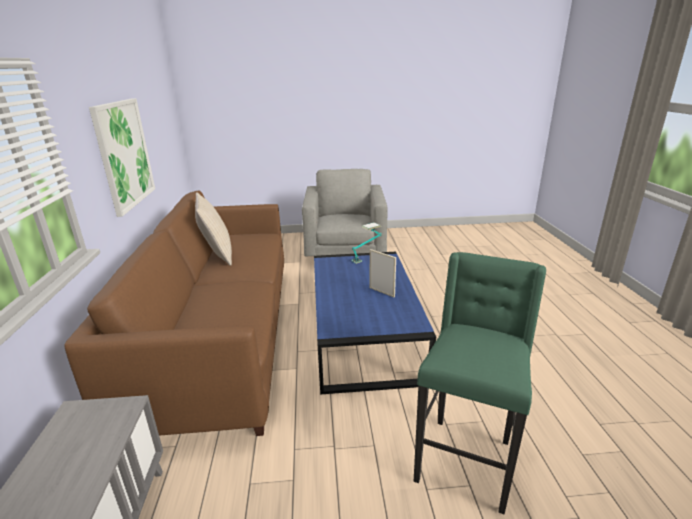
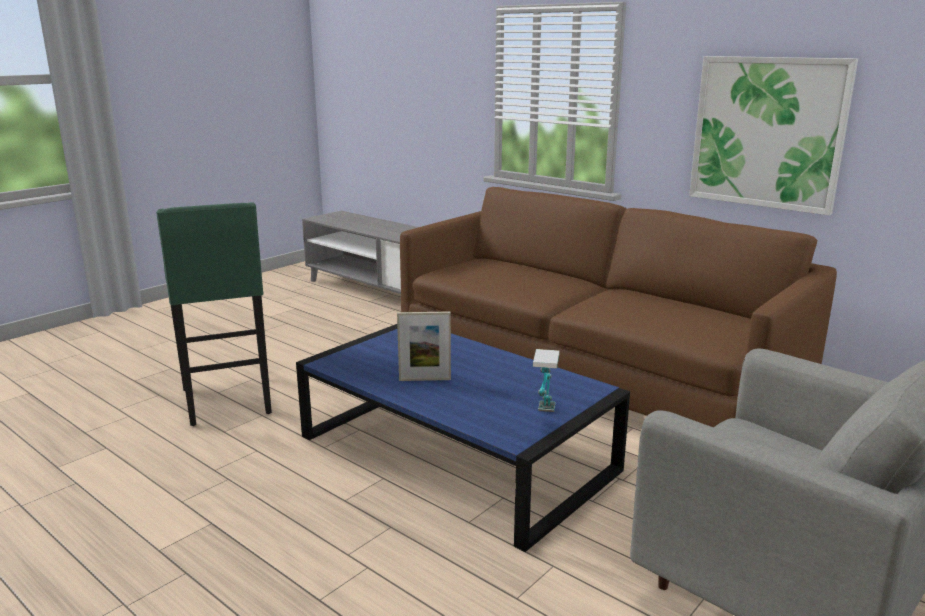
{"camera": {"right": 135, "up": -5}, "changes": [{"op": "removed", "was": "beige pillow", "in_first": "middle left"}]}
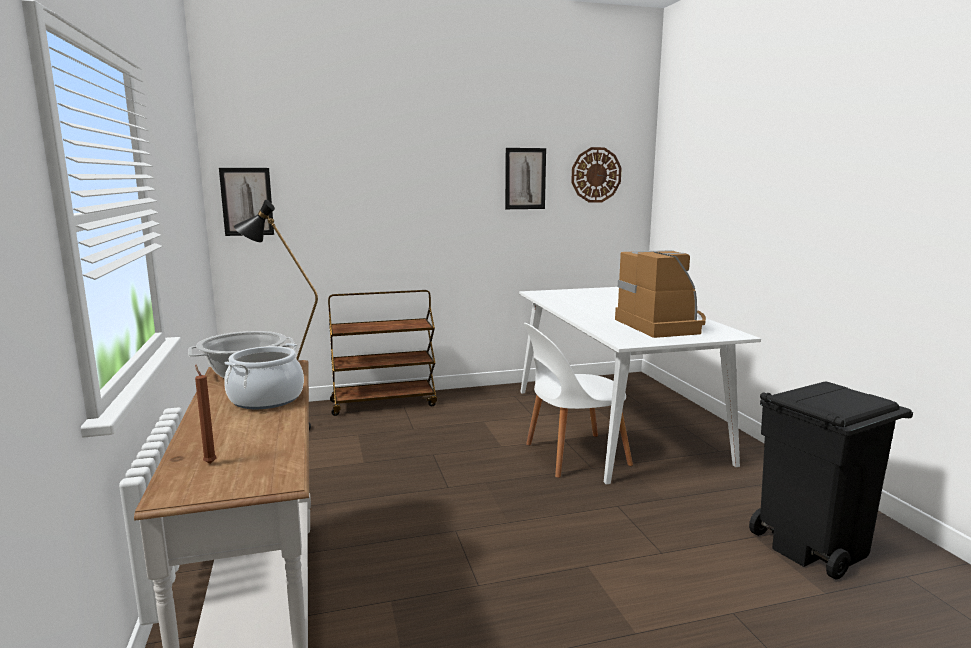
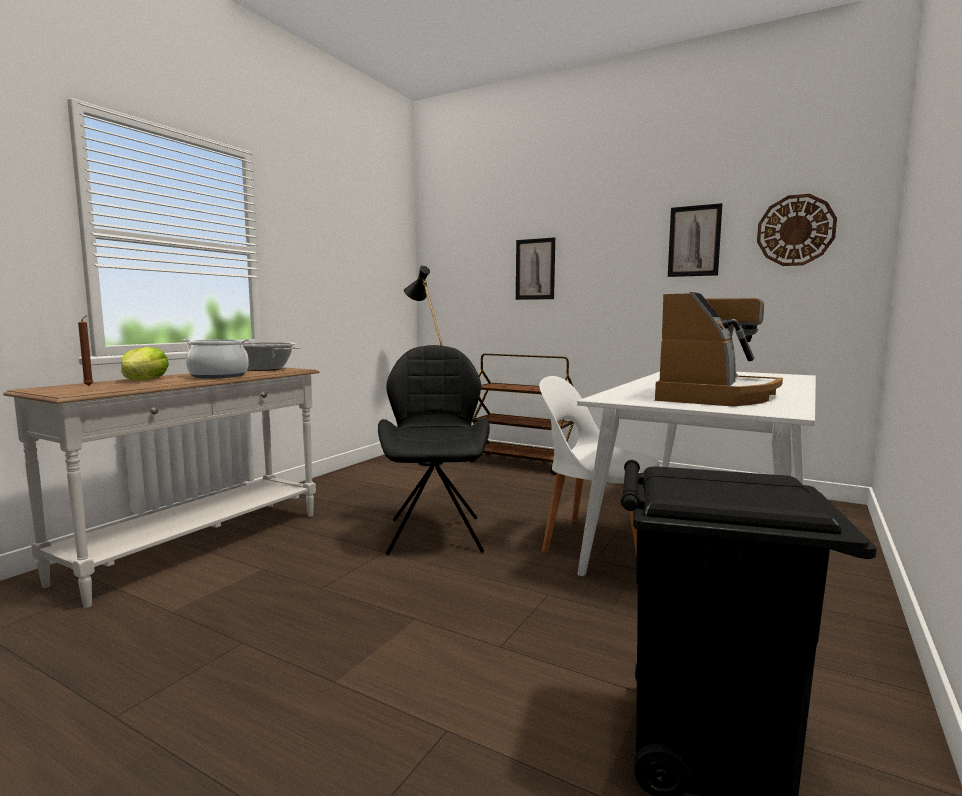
{"camera": {"right": 45, "up": -5}, "changes": [{"op": "added", "now": "lettuce", "in_second": "middle left"}, {"op": "added", "now": "black chair", "in_second": "centre"}, {"op": "moved", "was": "picture (1st from left)", "in_first": "top left", "in_second": "centre"}]}
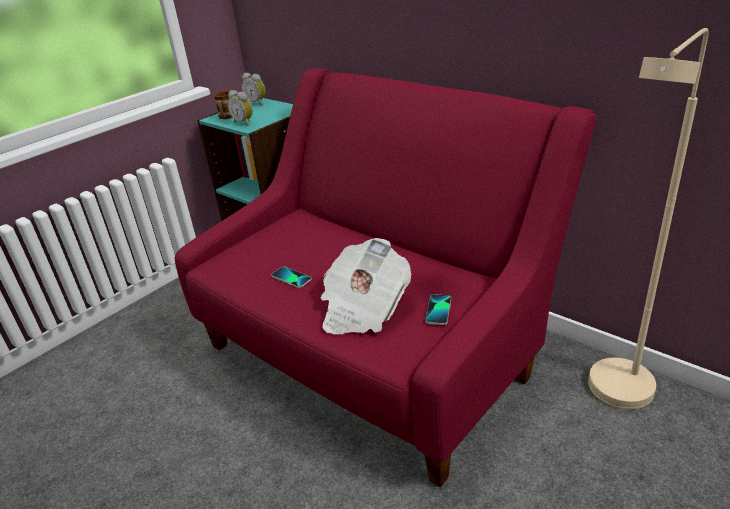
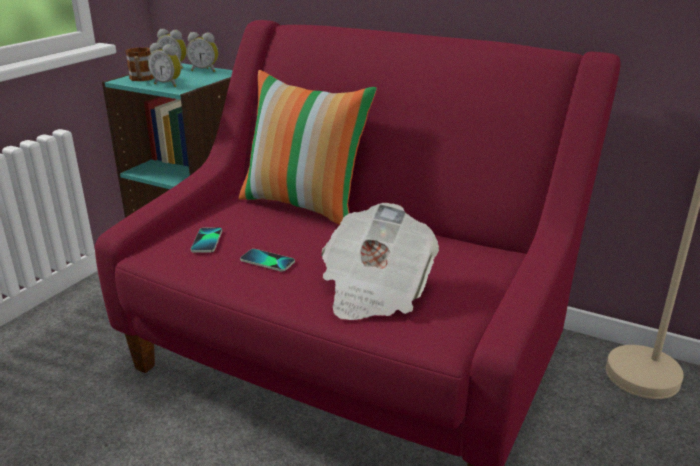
{"camera": {"right": -15, "up": -5}, "changes": [{"op": "added", "now": "alarm clock (3rd from left)", "in_second": "top left"}, {"op": "added", "now": "pillow", "in_second": "top centre"}, {"op": "moved", "was": "phone (2nd from left in the first image)", "now": "phone (1st from left)", "in_first": "centre", "in_second": "middle left"}]}
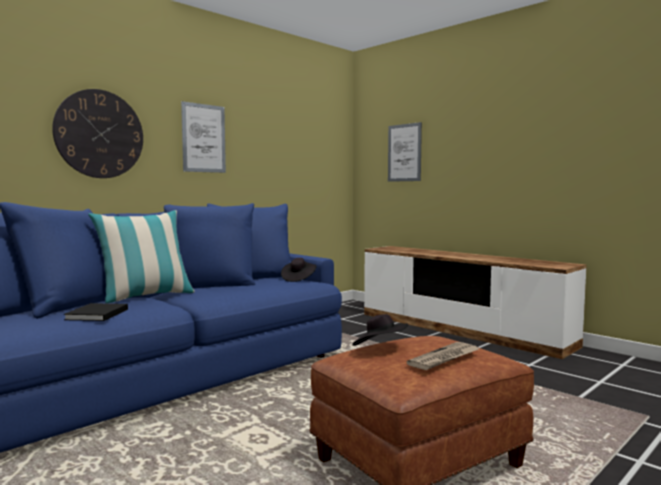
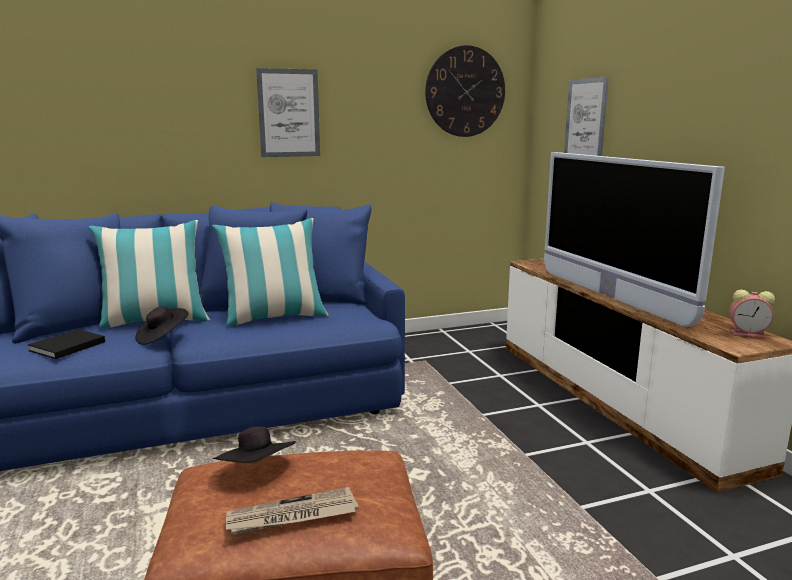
{"camera": {"right": 25, "up": 10}, "changes": [{"op": "added", "now": "pillow (2nd from left)", "in_second": "centre"}, {"op": "added", "now": "television", "in_second": "middle right"}, {"op": "added", "now": "alarm clock", "in_second": "middle right"}, {"op": "moved", "was": "wall clock", "in_first": "top left", "in_second": "top centre"}, {"op": "moved", "was": "black hat (1st from left)", "in_first": "centre", "in_second": "middle left"}]}
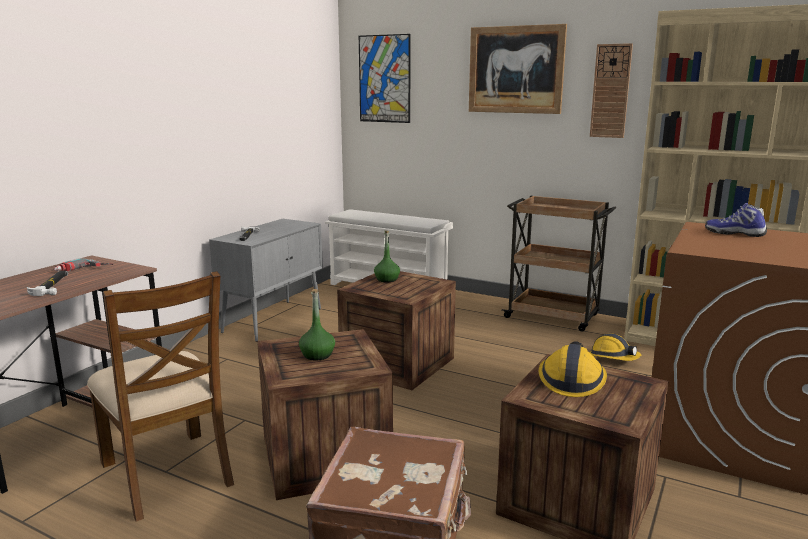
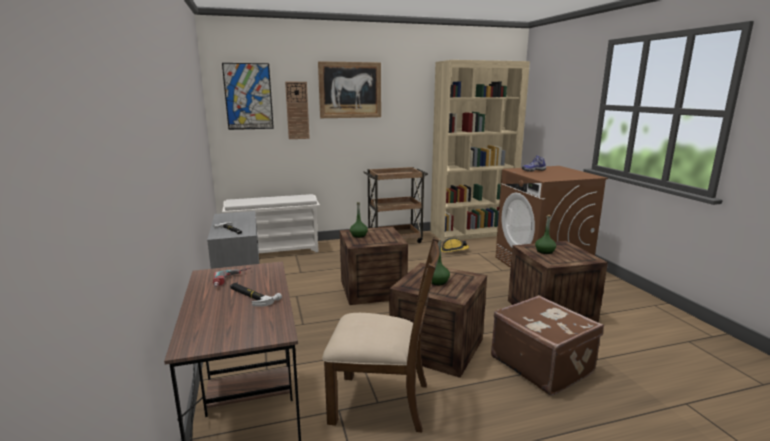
{"camera": {"right": -45, "up": 0}, "changes": [{"op": "moved", "was": "wall clock", "in_first": "top right", "in_second": "top centre"}, {"op": "replaced", "was": "hard hat (1st from left)", "now": "green bottle (3rd from left)", "in_first": "bottom right", "in_second": "middle right"}]}
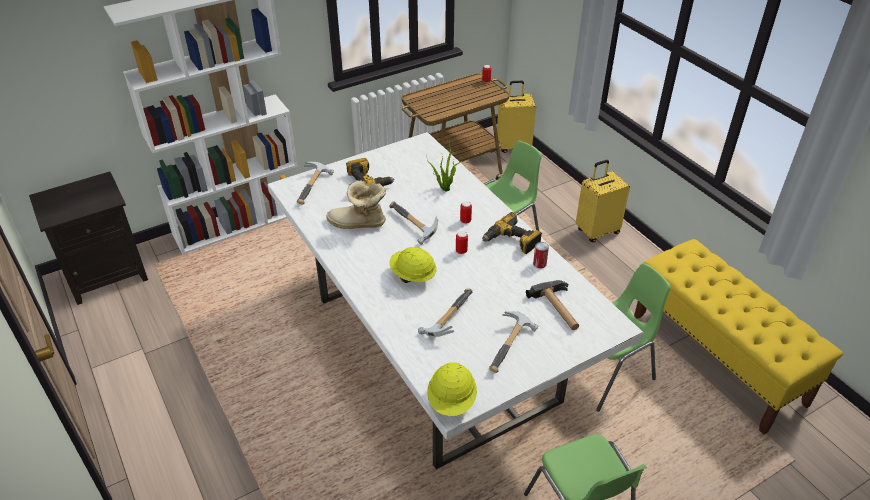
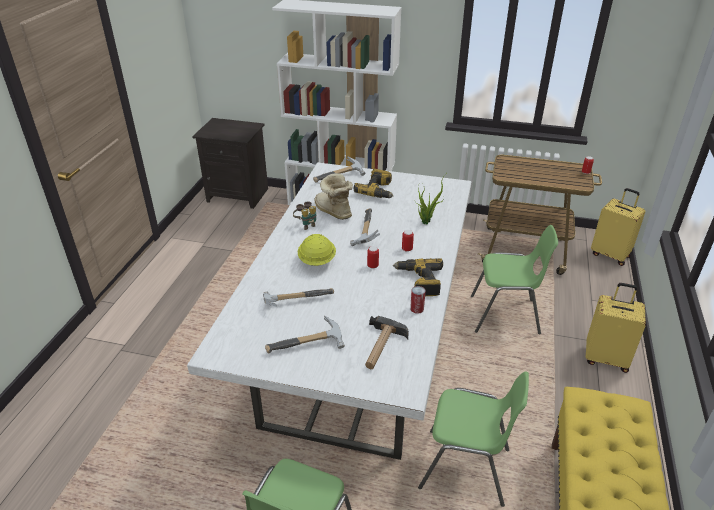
{"camera": {"right": 45, "up": -5}, "changes": [{"op": "removed", "was": "yellow hard hat (2nd from left)", "in_first": "bottom centre"}, {"op": "added", "now": "binoculars", "in_second": "centre"}]}
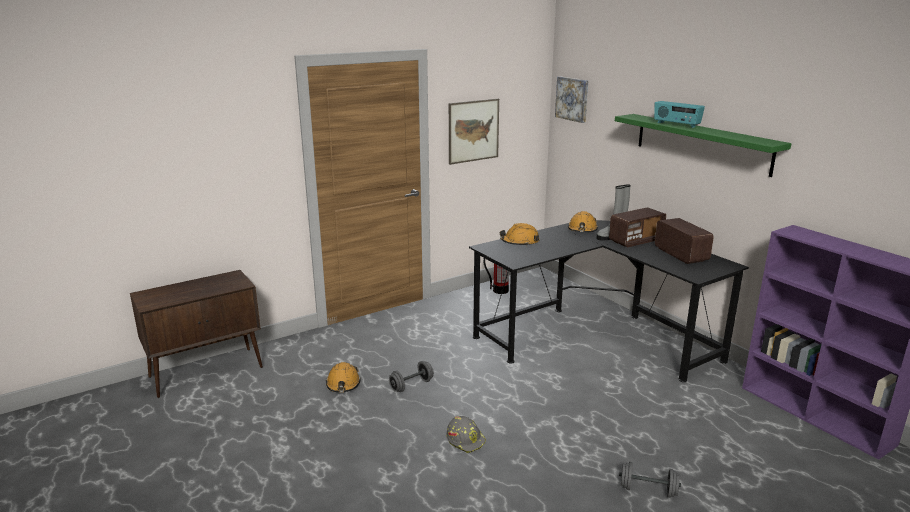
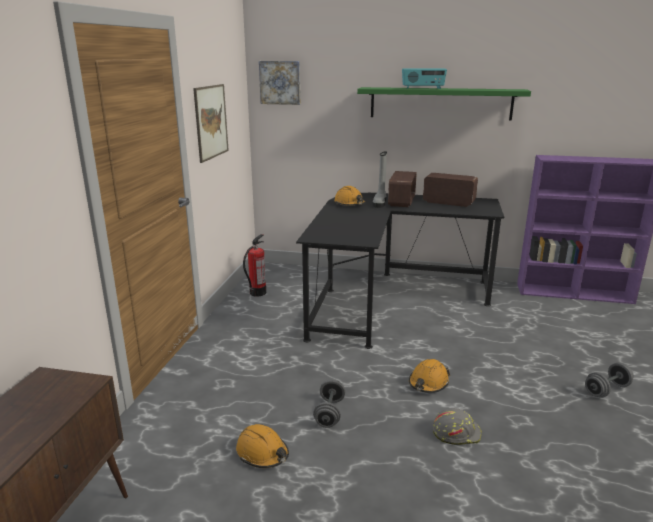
{"camera": {"right": -45, "up": 0}, "changes": [{"op": "moved", "was": "orange hard hat (2nd from left in the first image)", "now": "orange hard hat (3rd from left)", "in_first": "centre", "in_second": "bottom centre"}]}
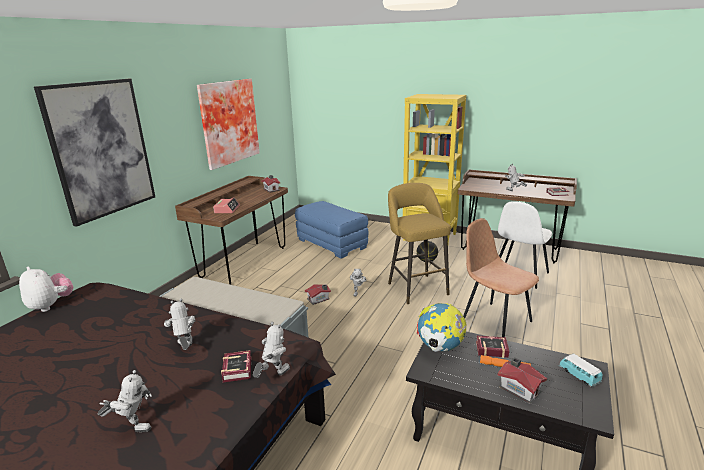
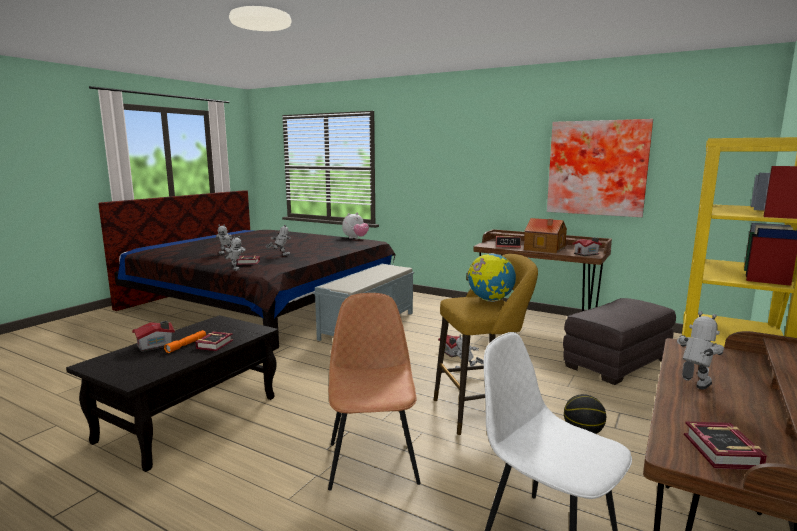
{"camera": {"right": 95, "up": -10}, "changes": [{"op": "removed", "was": "picture (1st from left)", "in_first": "top left"}, {"op": "removed", "was": "toy car", "in_first": "bottom right"}, {"op": "added", "now": "toy house (3rd from left)", "in_second": "middle right"}, {"op": "moved", "was": "globe", "in_first": "bottom centre", "in_second": "centre"}, {"op": "recoloured", "was": "blue ottoman", "now": "grey ottoman", "in_first": "centre", "in_second": "middle right"}, {"op": "turned", "was": "brown chair", "in_first": "middle right", "in_second": "bottom centre", "clockwise": -60}]}
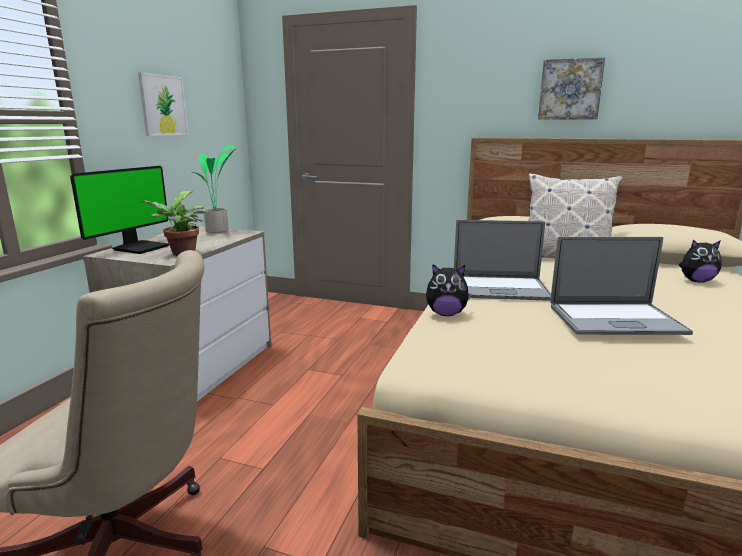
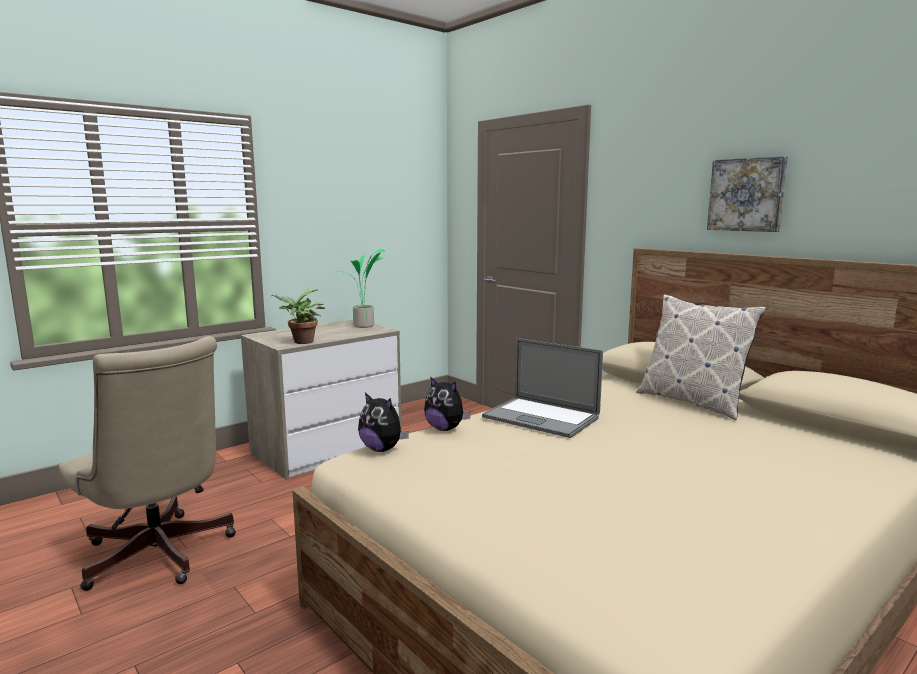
{"camera": {"right": 30, "up": -5}, "changes": [{"op": "removed", "was": "monitor", "in_first": "middle left"}, {"op": "removed", "was": "picture (1st from left)", "in_first": "top left"}, {"op": "removed", "was": "laptop (2nd from left)", "in_first": "middle right"}, {"op": "moved", "was": "plush toy (2nd from left in the first image)", "now": "plush toy (1st from left)", "in_first": "middle right", "in_second": "centre"}]}
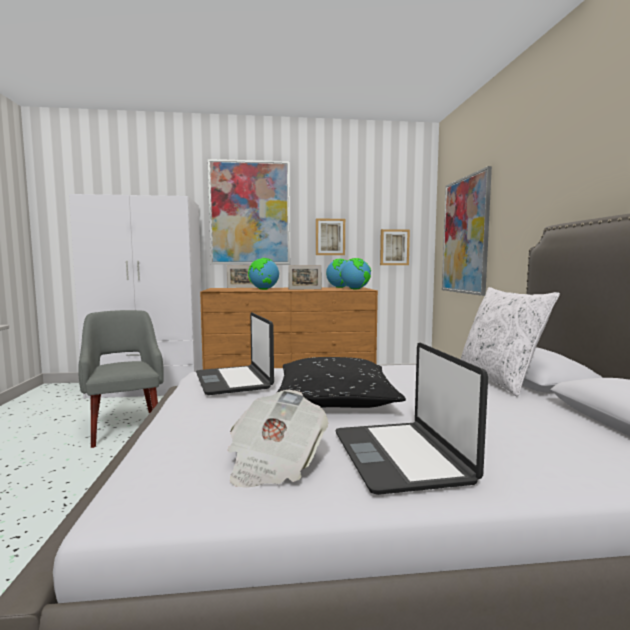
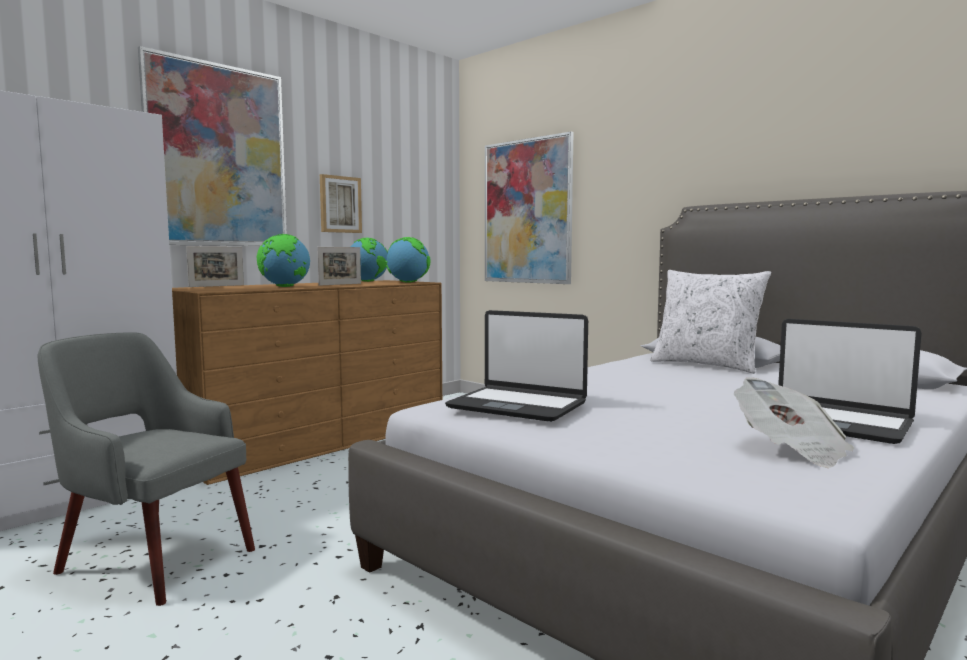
{"camera": {"right": -40, "up": 0}, "changes": [{"op": "removed", "was": "black pillow", "in_first": "centre"}, {"op": "removed", "was": "picture (3rd from left)", "in_first": "centre"}]}
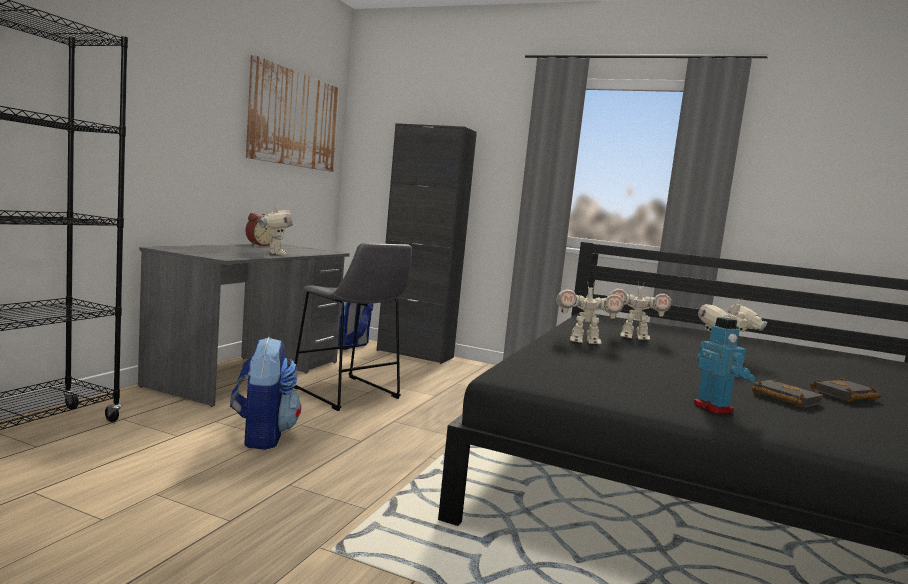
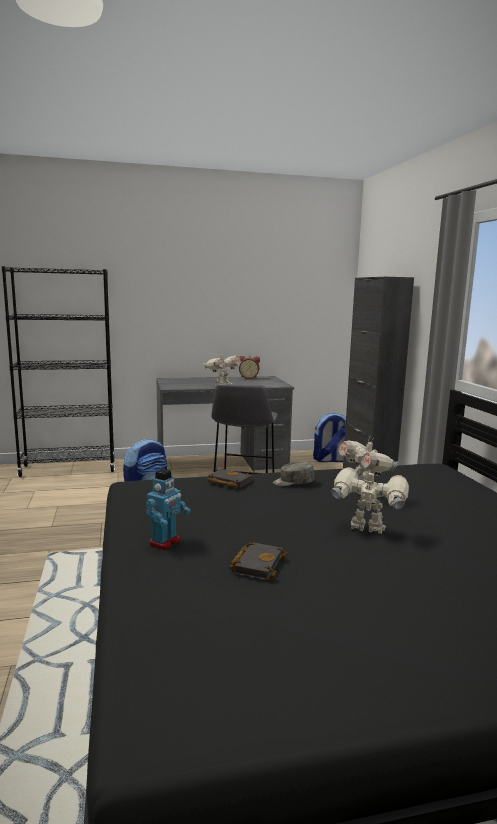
{"camera": {"right": 55, "up": 5}, "changes": [{"op": "removed", "was": "picture", "in_first": "top left"}, {"op": "moved", "was": "black book (2nd from left in the first image)", "now": "black book (1st from left)", "in_first": "bottom right", "in_second": "centre"}, {"op": "replaced", "was": "toy robot (2nd from left)", "now": "grey cap", "in_first": "centre", "in_second": "centre"}]}
